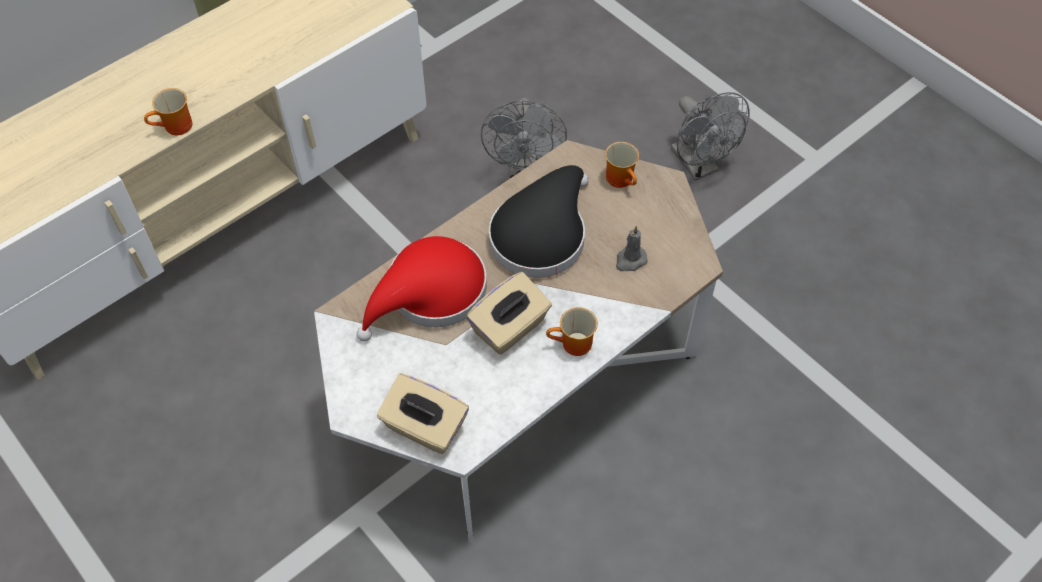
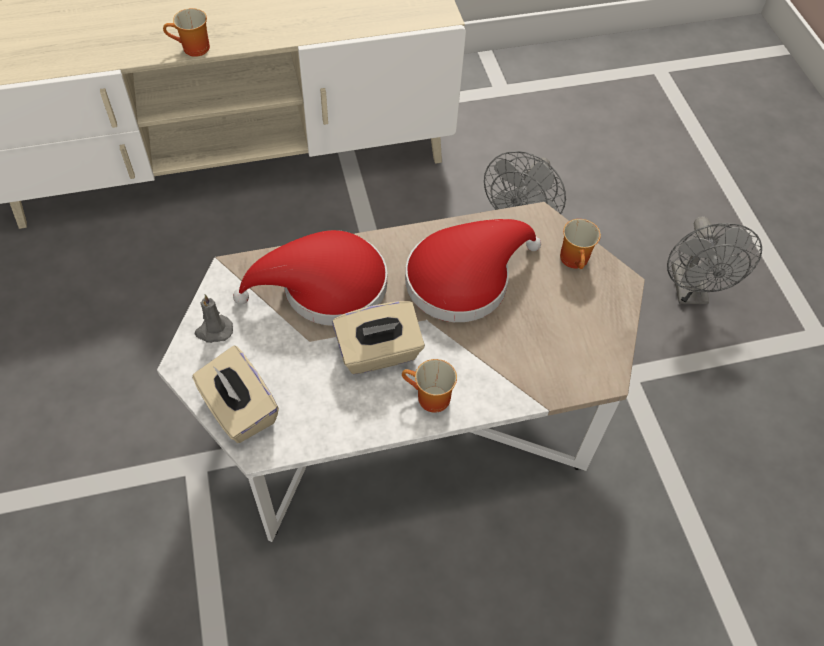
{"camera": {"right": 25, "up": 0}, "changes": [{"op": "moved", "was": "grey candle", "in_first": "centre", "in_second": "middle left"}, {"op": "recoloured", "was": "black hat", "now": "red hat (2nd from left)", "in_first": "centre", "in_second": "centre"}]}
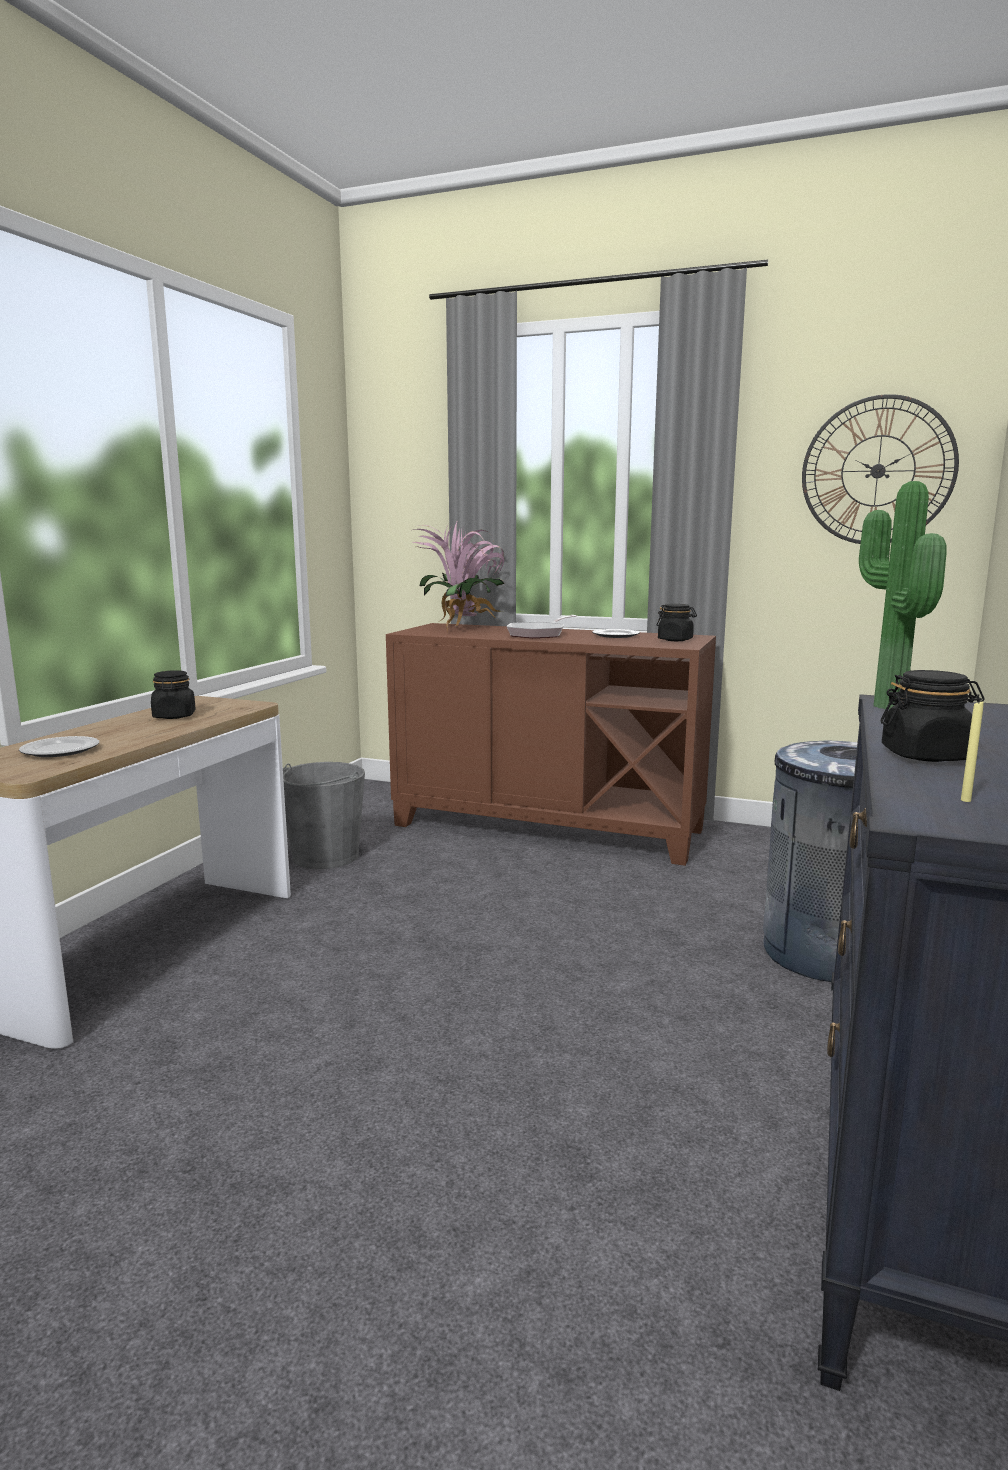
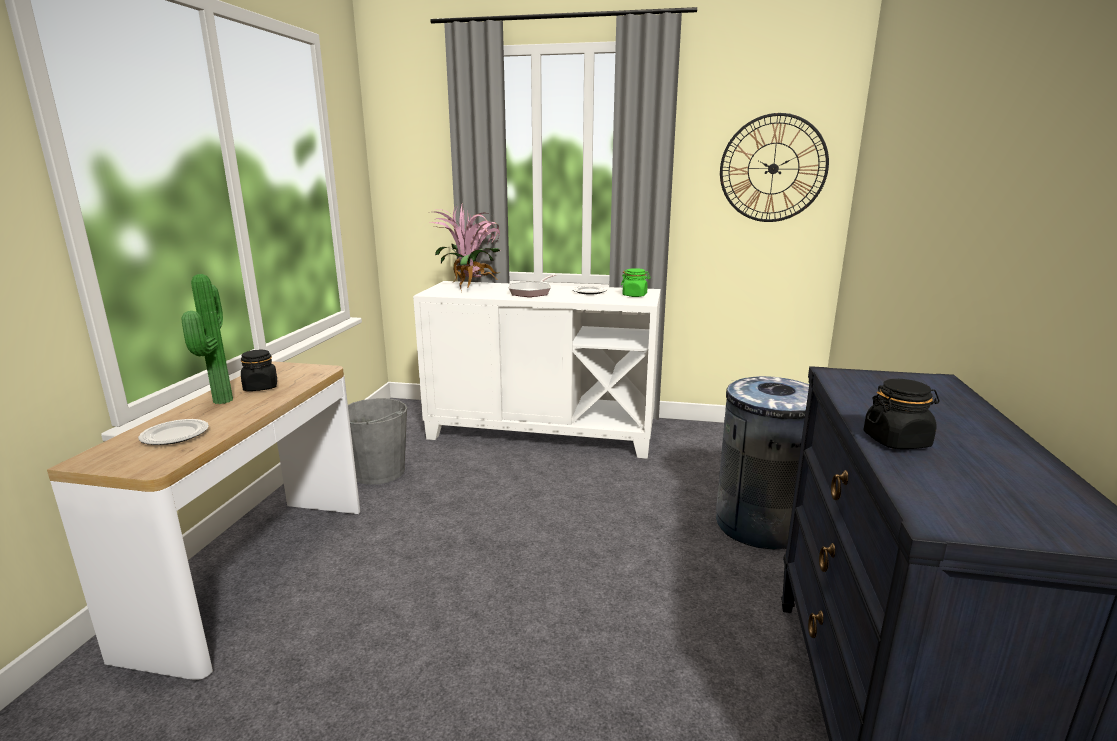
{"camera": {"right": -10, "up": 5}, "changes": [{"op": "removed", "was": "yellow candle", "in_first": "middle right"}, {"op": "moved", "was": "potted plant (2nd from left in the first image)", "now": "potted plant (1st from left)", "in_first": "middle right", "in_second": "middle left"}, {"op": "recoloured", "was": "brown cabinet", "now": "white cabinet", "in_first": "centre", "in_second": "centre"}, {"op": "recoloured", "was": "black jar (2nd from left)", "now": "green jar", "in_first": "middle right", "in_second": "centre"}]}
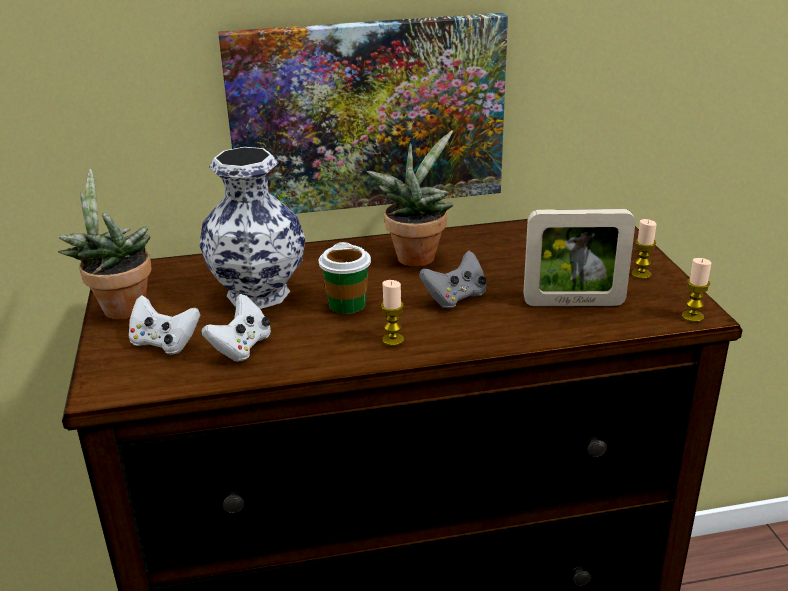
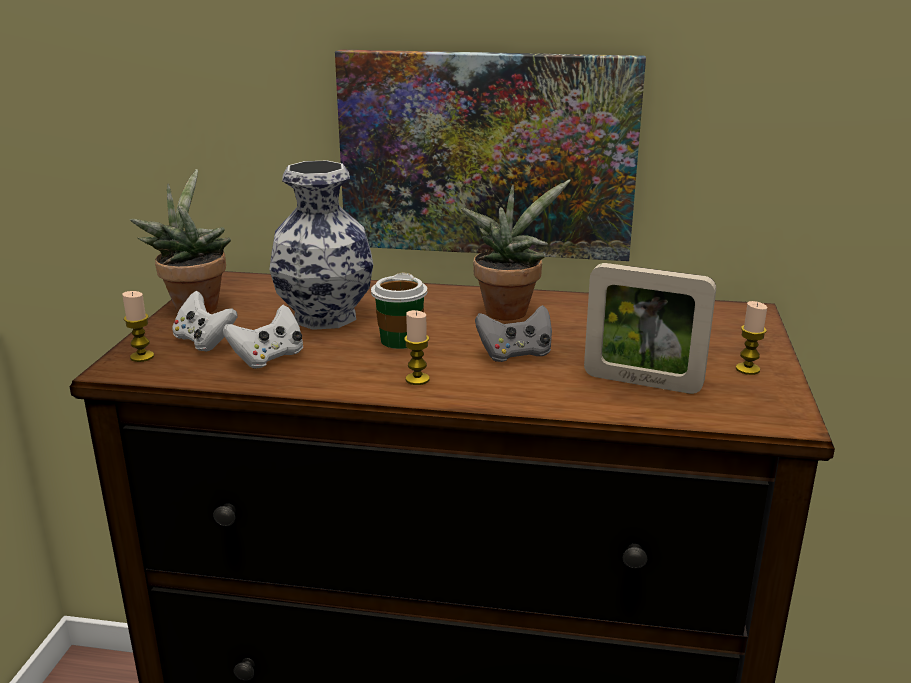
{"camera": {"right": 20, "up": -5}, "changes": [{"op": "moved", "was": "candle (3rd from left in the first image)", "now": "candle (1st from left)", "in_first": "middle right", "in_second": "middle left"}]}
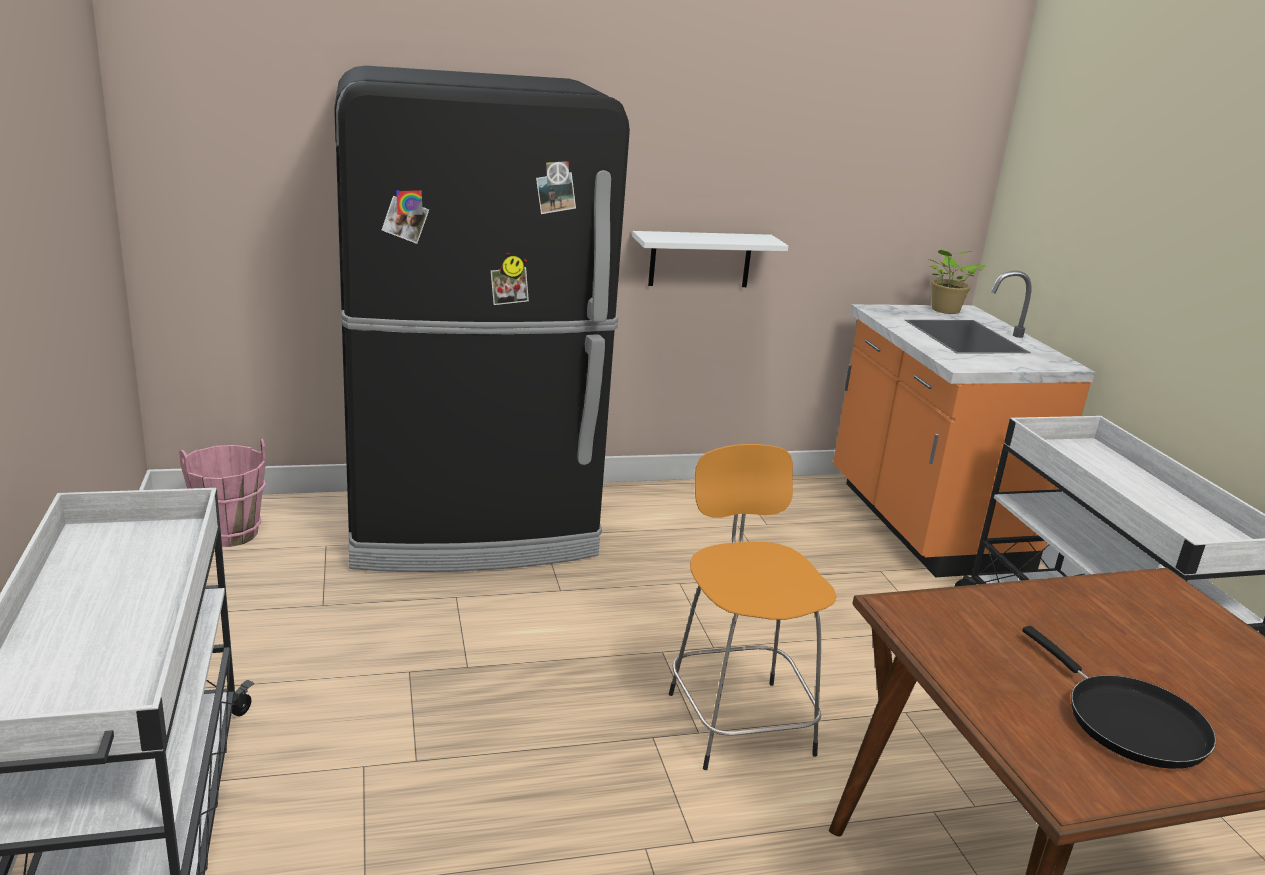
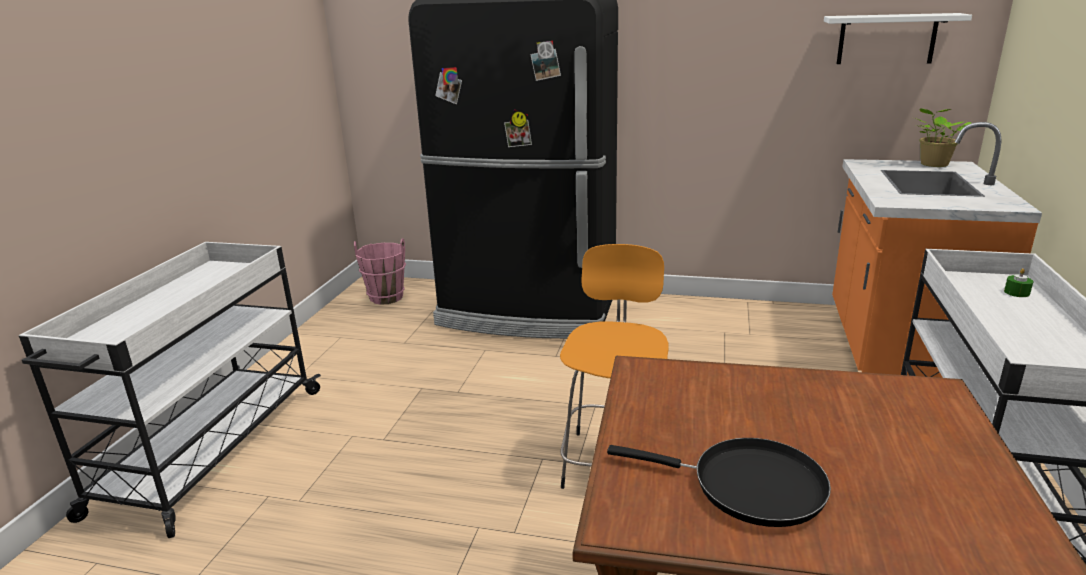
{"camera": {"right": 30, "up": 0}, "changes": [{"op": "added", "now": "green candle", "in_second": "middle right"}, {"op": "moved", "was": "white shelf", "in_first": "top centre", "in_second": "top right"}, {"op": "turned", "was": "black frying pan", "in_first": "bottom right", "in_second": "bottom centre", "clockwise": -75}]}
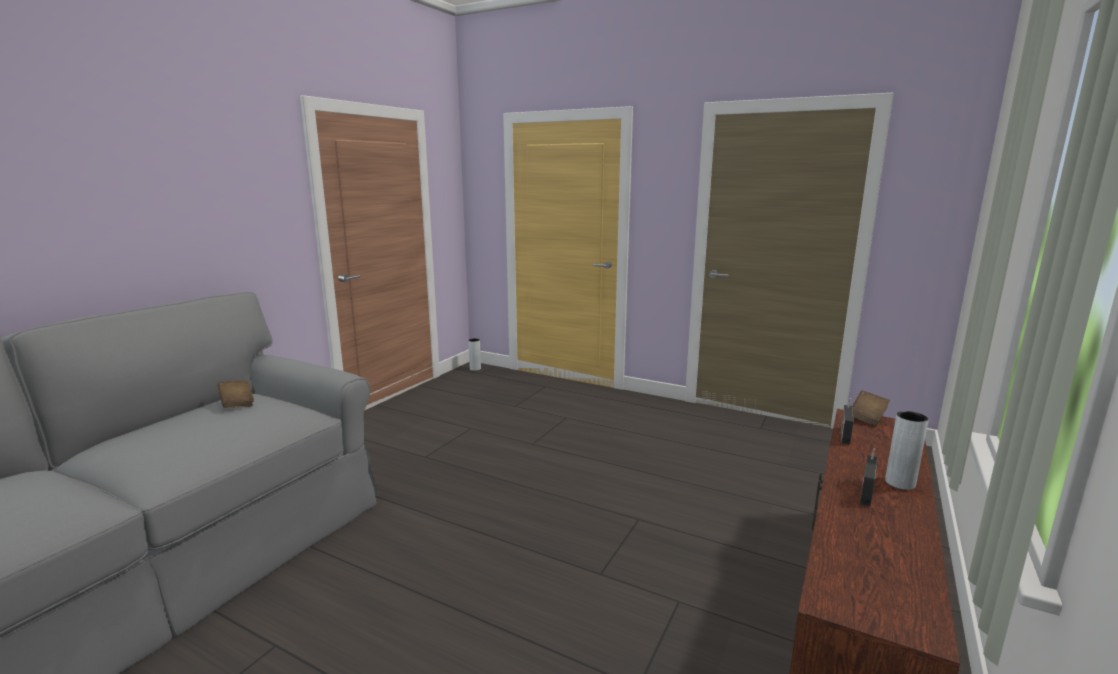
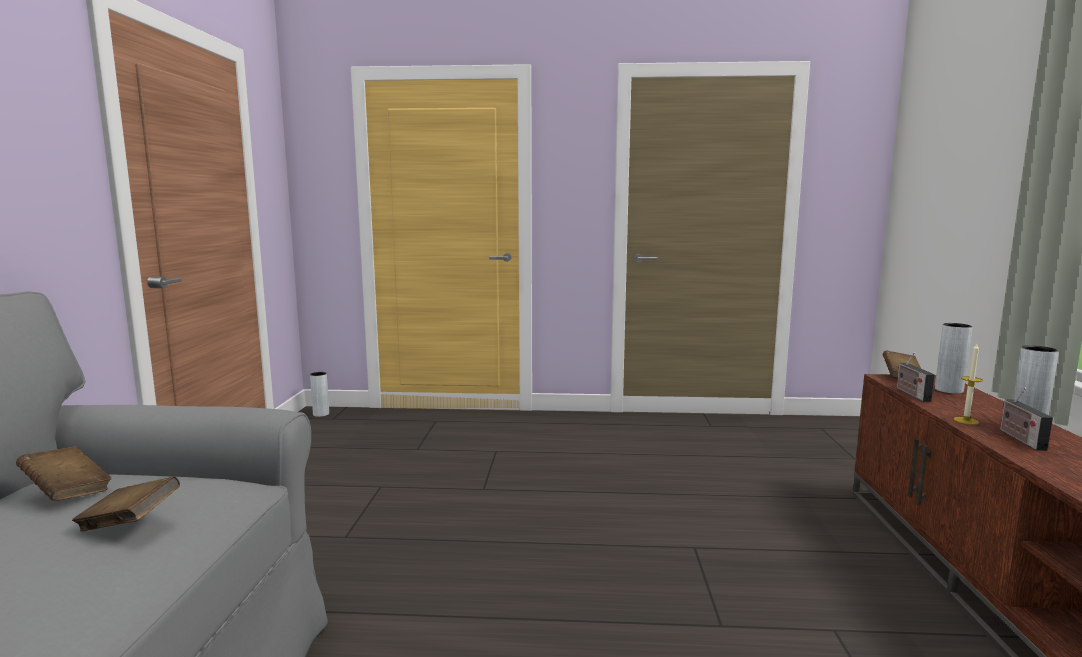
{"camera": {"right": -25, "up": -5}, "changes": [{"op": "added", "now": "brown book (2nd from left)", "in_second": "bottom left"}, {"op": "added", "now": "grey vase (2nd from left)", "in_second": "middle right"}, {"op": "added", "now": "candle", "in_second": "middle right"}]}
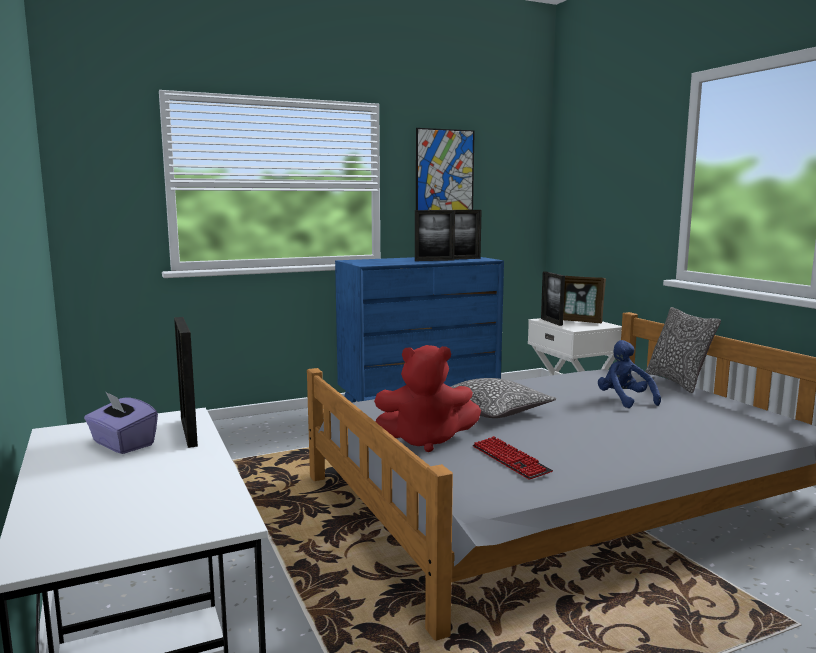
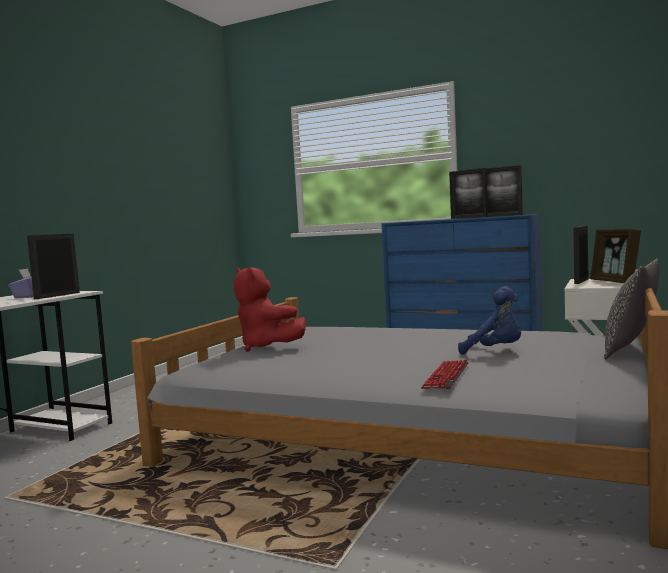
{"camera": {"right": 50, "up": -5}, "changes": [{"op": "removed", "was": "picture", "in_first": "top centre"}, {"op": "removed", "was": "pillow (1st from left)", "in_first": "centre"}, {"op": "moved", "was": "keyboard", "in_first": "bottom centre", "in_second": "centre"}, {"op": "turned", "was": "blue plush toy", "in_first": "middle right", "in_second": "middle right", "clockwise": 90}]}
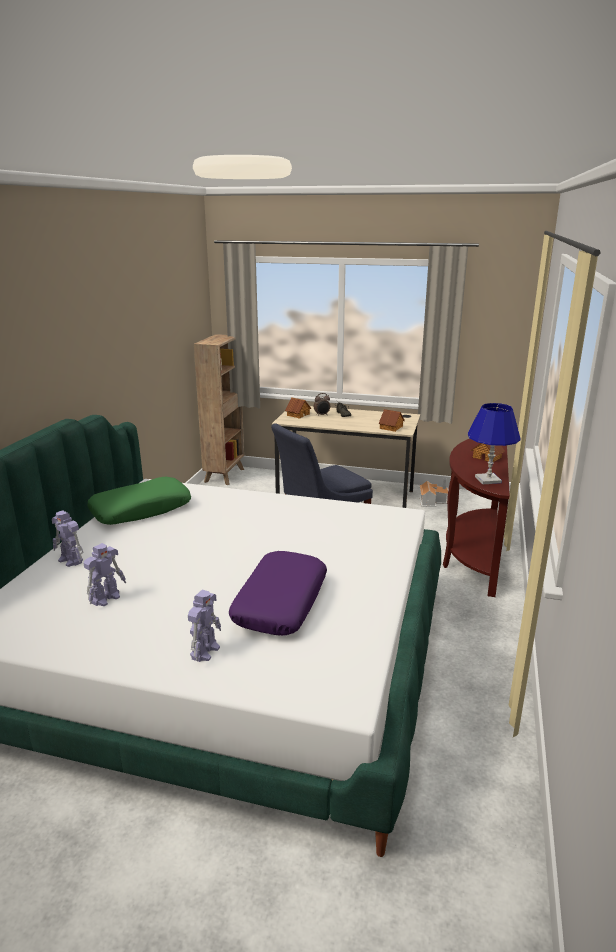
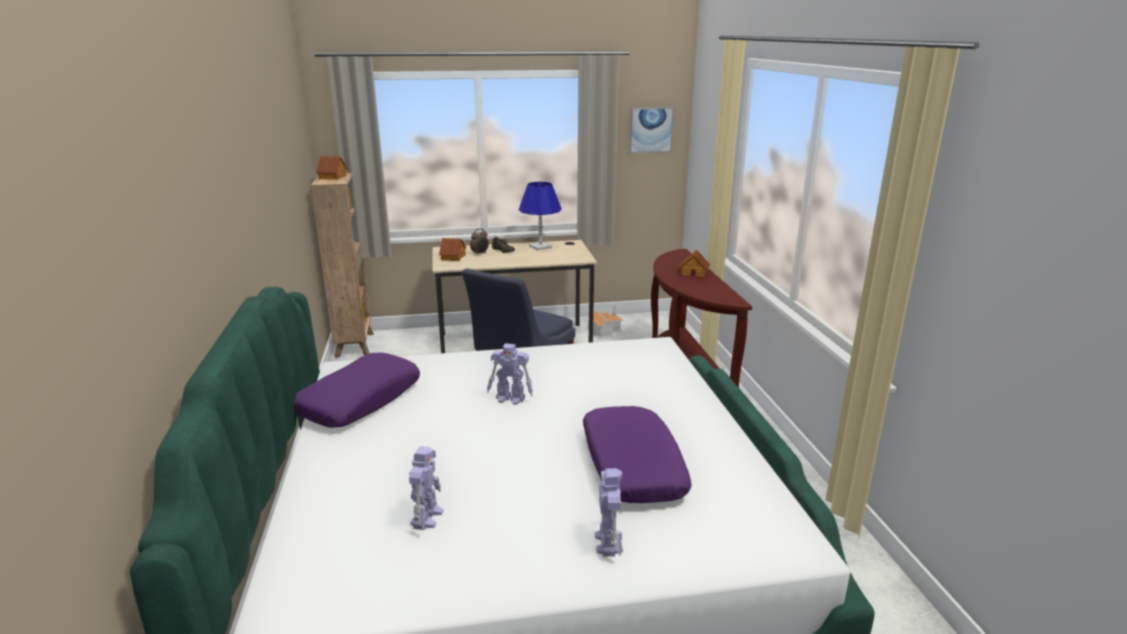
{"camera": {"right": -25, "up": 0}, "changes": [{"op": "added", "now": "picture", "in_second": "top centre"}, {"op": "moved", "was": "toy robot (1st from left in the first image)", "now": "toy robot (2nd from left)", "in_first": "middle left", "in_second": "centre"}, {"op": "moved", "was": "toy house (2nd from left in the first image)", "now": "toy house (1st from left)", "in_first": "centre", "in_second": "top left"}, {"op": "moved", "was": "blue table lamp", "in_first": "middle right", "in_second": "centre"}, {"op": "recoloured", "was": "green pillow", "now": "purple pillow (1st from left)", "in_first": "middle left", "in_second": "middle left"}]}
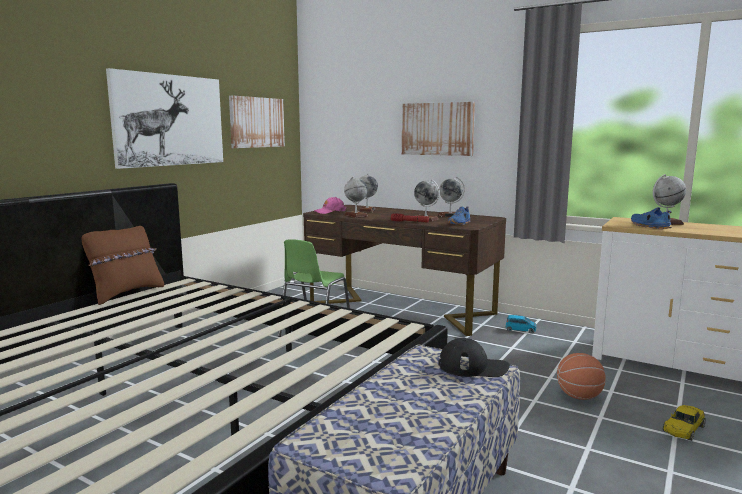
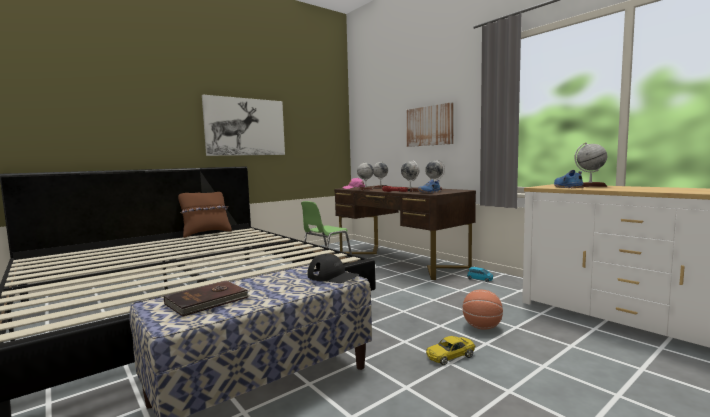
{"camera": {"right": 20, "up": -5}, "changes": [{"op": "removed", "was": "picture (2nd from left)", "in_first": "top centre"}, {"op": "added", "now": "brown book", "in_second": "bottom left"}, {"op": "moved", "was": "yellow toy car", "in_first": "bottom right", "in_second": "bottom centre"}]}
